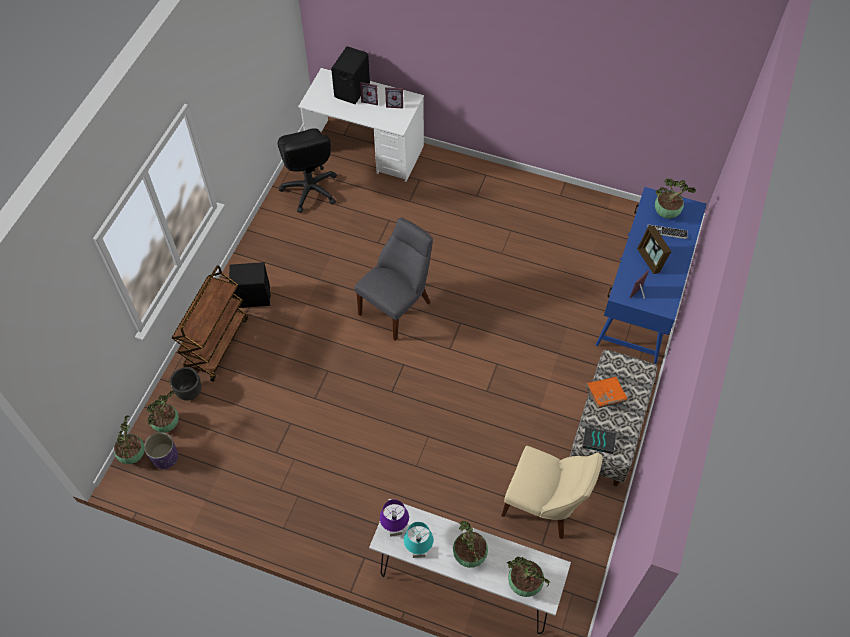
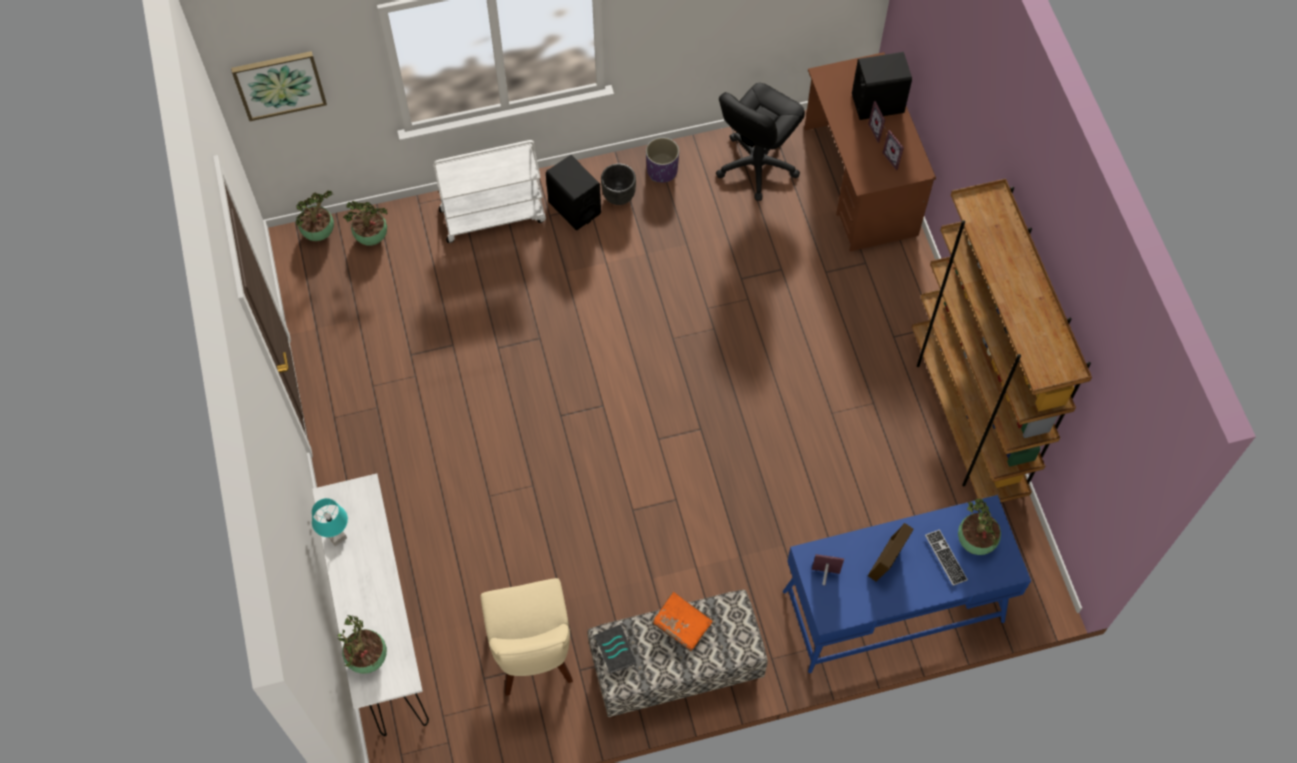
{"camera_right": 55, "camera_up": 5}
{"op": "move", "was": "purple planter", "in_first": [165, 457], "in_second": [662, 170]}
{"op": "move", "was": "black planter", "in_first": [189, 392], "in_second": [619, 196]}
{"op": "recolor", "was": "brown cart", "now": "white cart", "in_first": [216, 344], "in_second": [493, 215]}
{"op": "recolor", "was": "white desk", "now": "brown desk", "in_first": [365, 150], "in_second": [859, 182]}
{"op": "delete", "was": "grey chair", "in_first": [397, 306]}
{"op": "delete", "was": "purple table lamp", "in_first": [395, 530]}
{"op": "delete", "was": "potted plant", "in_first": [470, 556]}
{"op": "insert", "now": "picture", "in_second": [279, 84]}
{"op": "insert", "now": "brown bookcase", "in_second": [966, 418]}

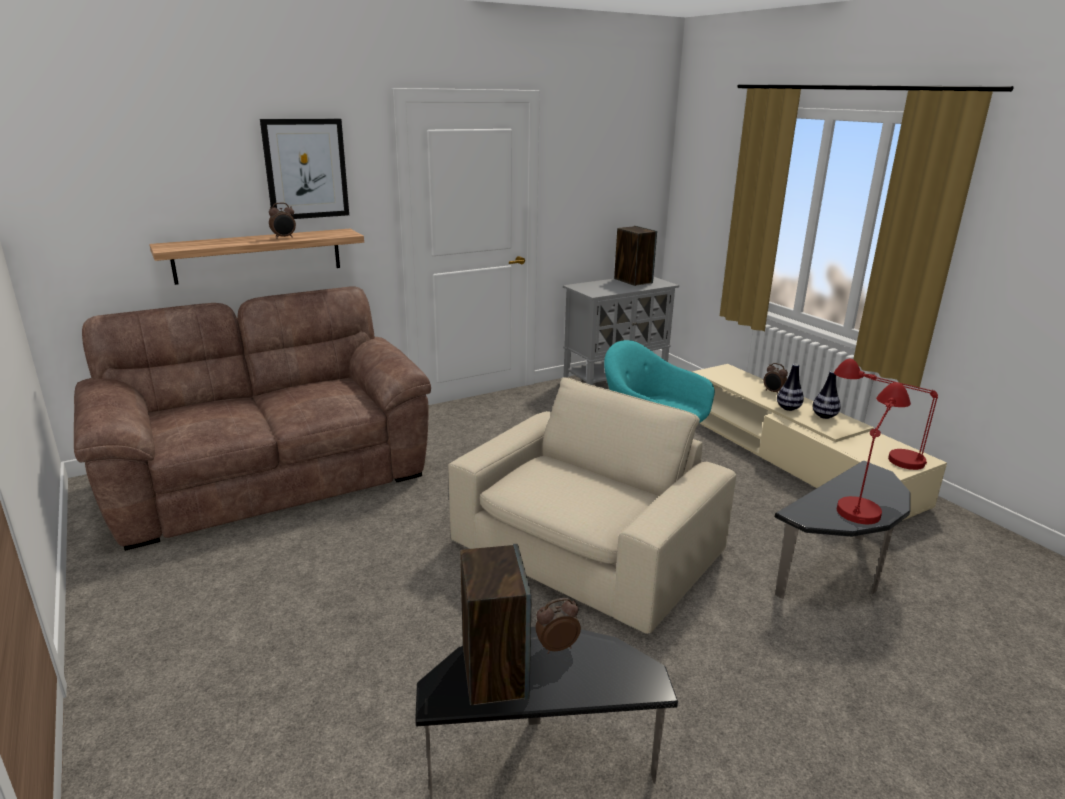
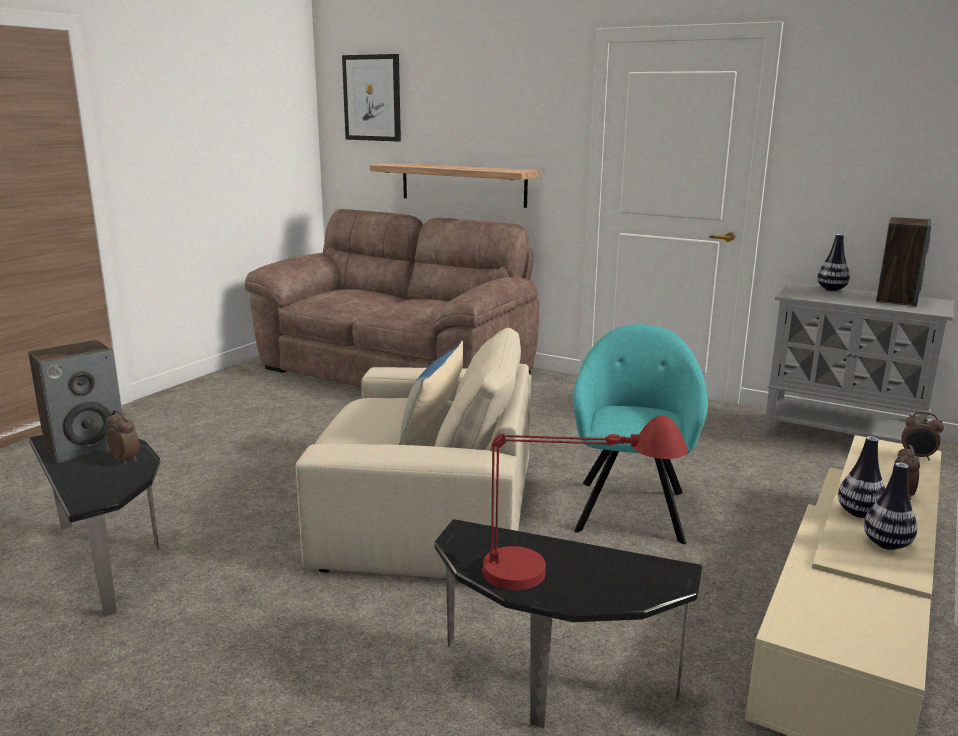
{"camera_right": 60, "camera_up": -5}
{"op": "move", "was": "picture", "in_first": [306, 169], "in_second": [372, 98]}
{"op": "move", "was": "alarm clock", "in_first": [284, 237], "in_second": [917, 457]}
{"op": "delete", "was": "red table lamp", "in_first": [874, 452]}
{"op": "insert", "now": "pillow", "in_second": [433, 421]}
{"op": "insert", "now": "vase", "in_second": [831, 289]}

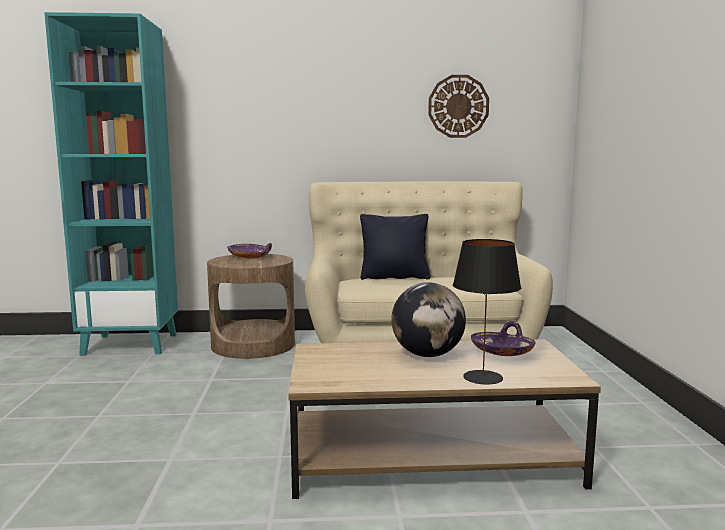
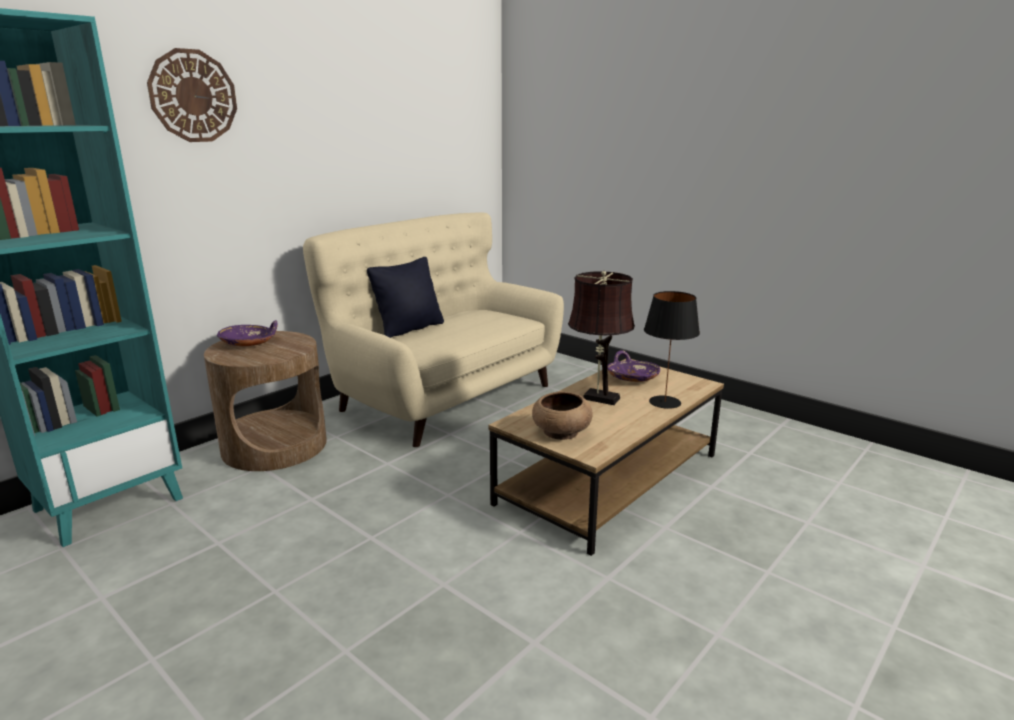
{"camera_right": -45, "camera_up": 10}
{"op": "replace", "was": "globe", "now": "brown table lamp", "in_first": [427, 355], "in_second": [597, 397]}
{"op": "move", "was": "wall clock", "in_first": [458, 106], "in_second": [193, 96]}
{"op": "insert", "now": "brown bowl", "in_second": [561, 433]}

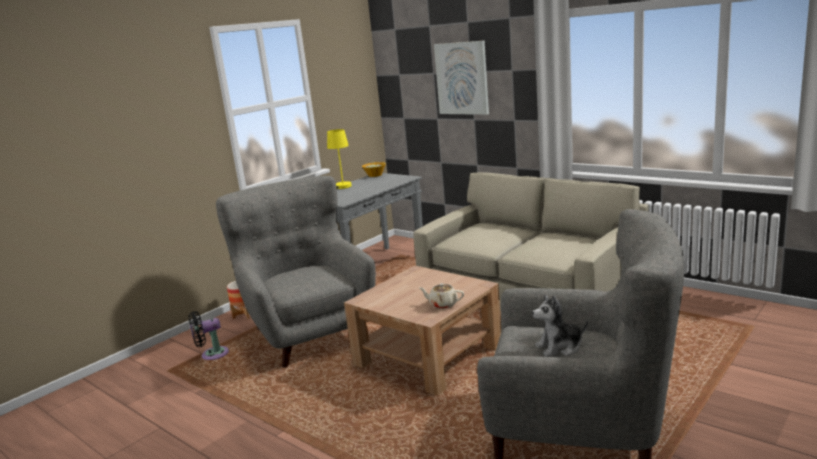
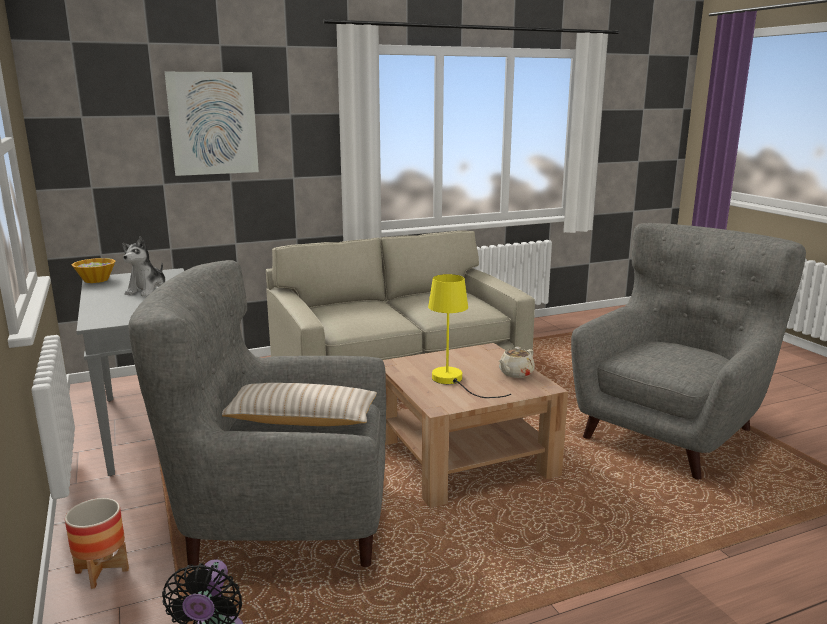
{"camera_right": -65, "camera_up": 0}
{"op": "move", "was": "yellow table lamp", "in_first": [340, 188], "in_second": [453, 381]}
{"op": "move", "was": "plush toy", "in_first": [559, 347], "in_second": [148, 290]}
{"op": "insert", "now": "beige pillow", "in_second": [301, 419]}

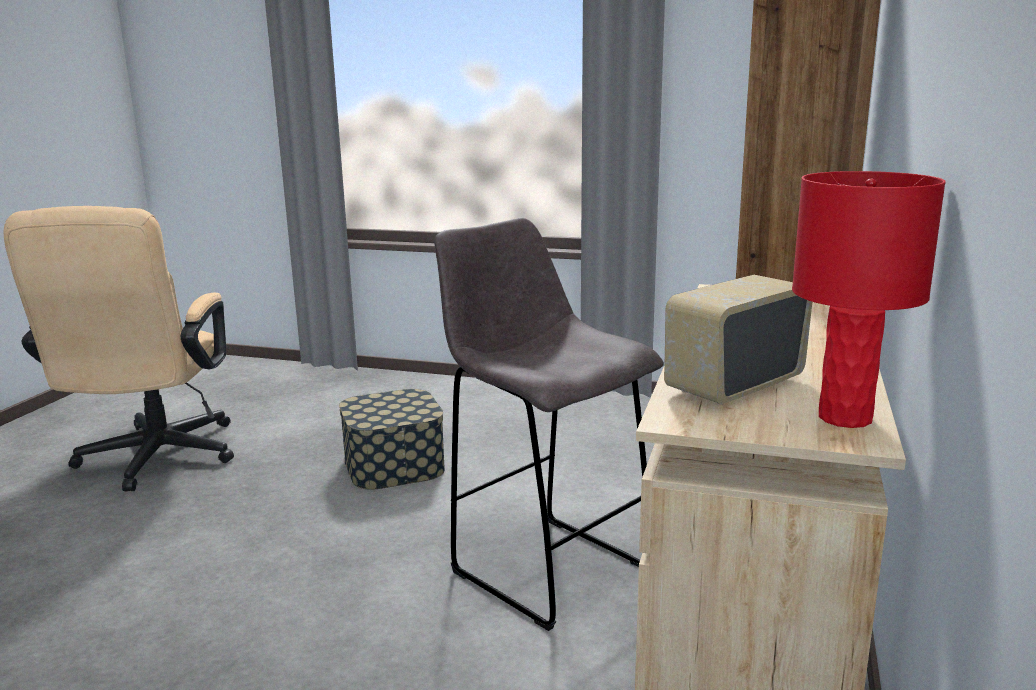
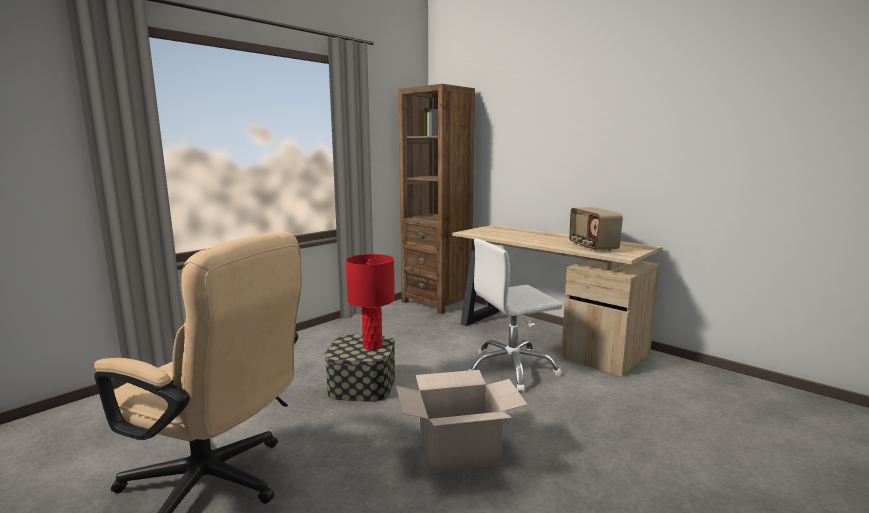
{"camera_right": -65, "camera_up": -5}
{"op": "replace", "was": "grey stool", "now": "white office chair", "in_first": [546, 567], "in_second": [511, 369]}
{"op": "move", "was": "red table lamp", "in_first": [845, 418], "in_second": [373, 346]}
{"op": "insert", "now": "cardboard box", "in_second": [458, 452]}

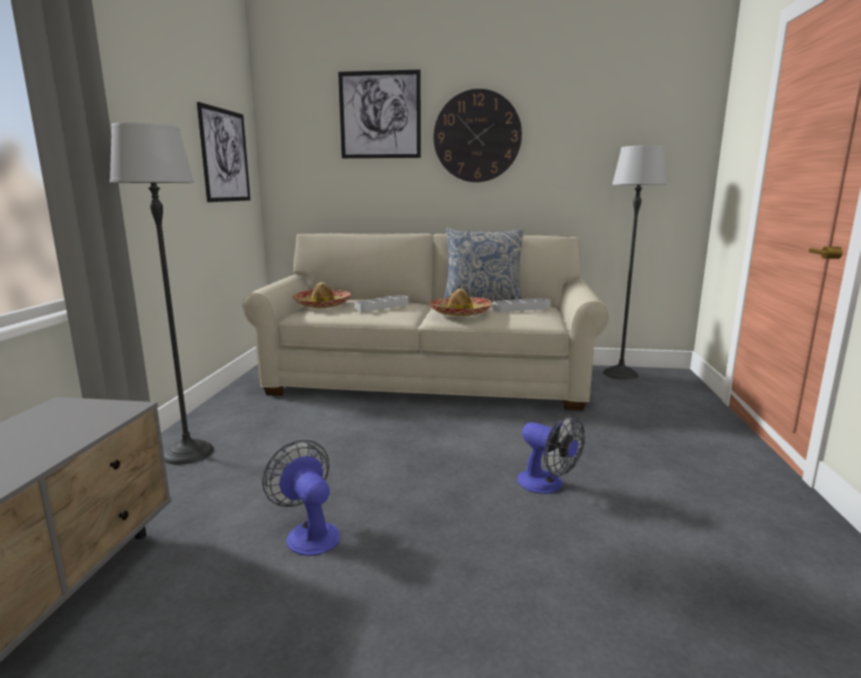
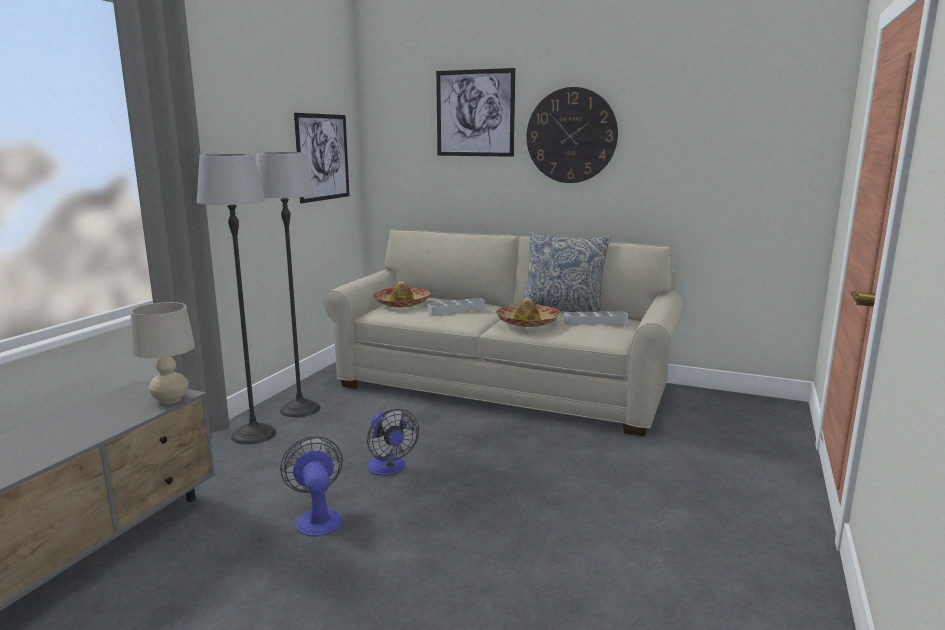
{"camera_right": 15, "camera_up": 0}
{"op": "move", "was": "fan", "in_first": [547, 485], "in_second": [389, 469]}
{"op": "move", "was": "floor lamp", "in_first": [620, 374], "in_second": [300, 409]}
{"op": "insert", "now": "beige table lamp", "in_second": [170, 400]}

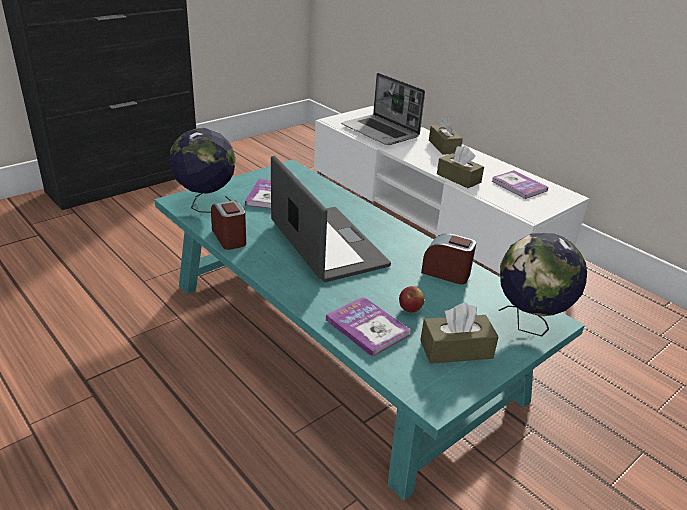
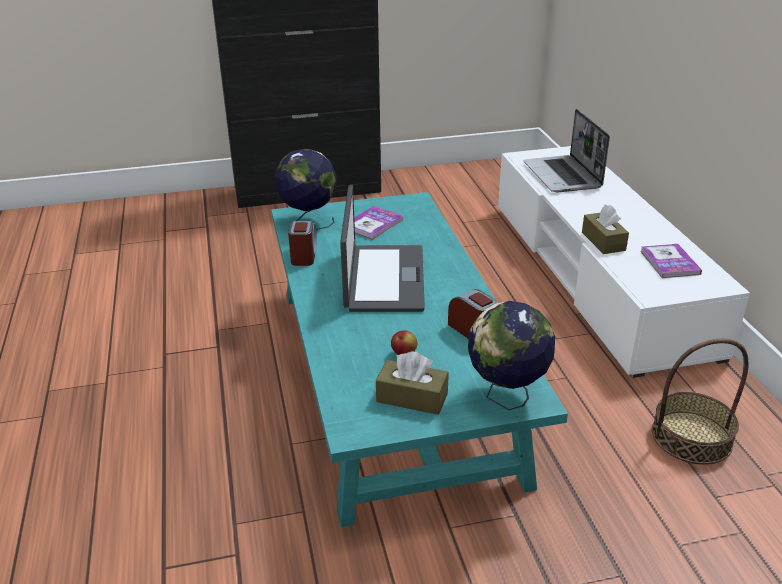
{"camera_right": 30, "camera_up": 0}
{"op": "delete", "was": "book", "in_first": [367, 327]}
{"op": "delete", "was": "brown tissue box", "in_first": [444, 146]}
{"op": "insert", "now": "basket", "in_second": [691, 437]}

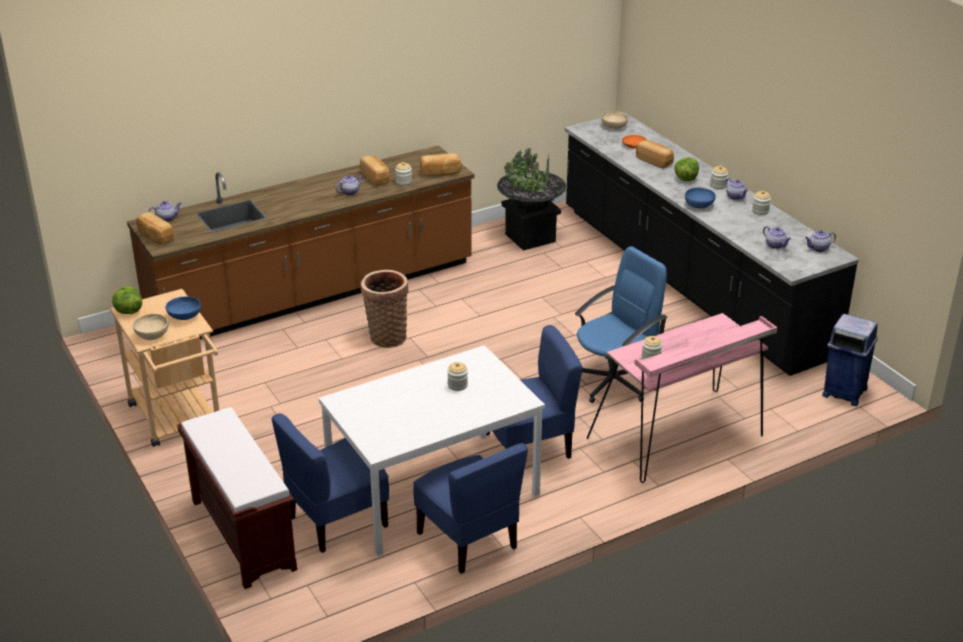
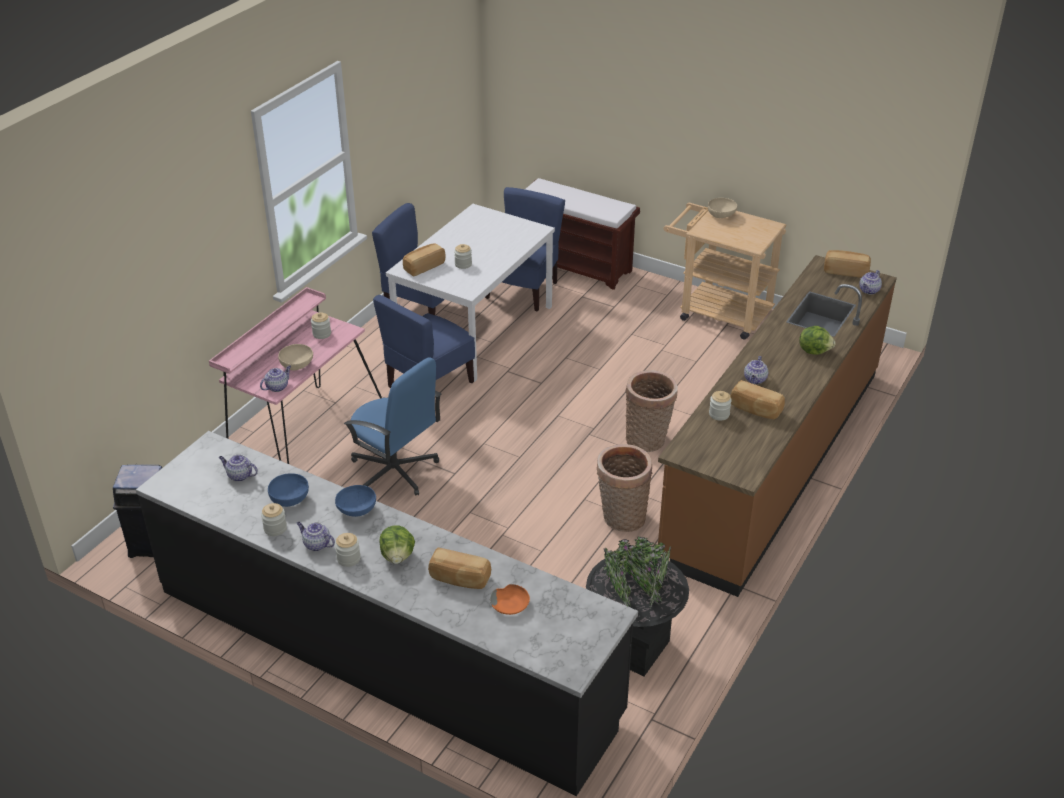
{"camera_right": 150, "camera_up": 5}
{"op": "move", "was": "lettuce", "in_first": [128, 311], "in_second": [814, 351]}
{"op": "move", "was": "blue bowl", "in_first": [184, 317], "in_second": [290, 498]}
{"op": "move", "was": "bread", "in_first": [441, 173], "in_second": [423, 267]}
{"op": "rotate", "was": "blue office chair", "in_first": [614, 381], "in_second": [395, 471], "clockwise": -75}
{"op": "move", "was": "beige bowl", "in_first": [613, 126], "in_second": [297, 365]}
{"op": "move", "was": "teapot", "in_first": [818, 248], "in_second": [277, 387]}
{"op": "insert", "now": "basket", "in_second": [621, 518]}

